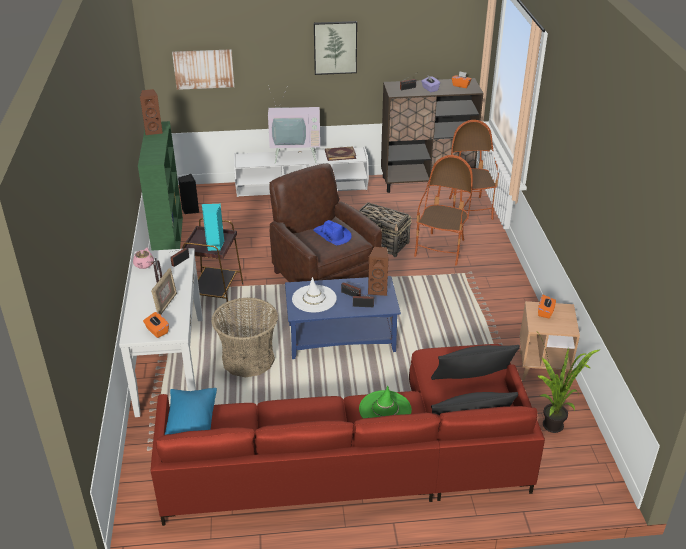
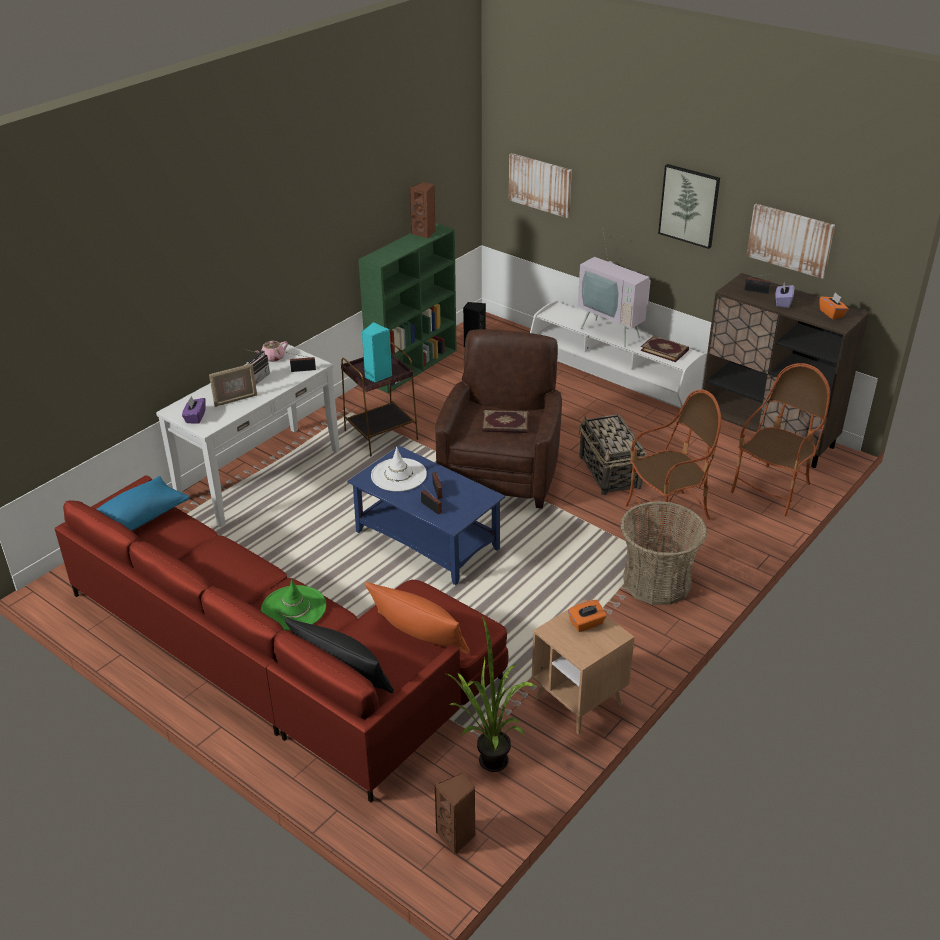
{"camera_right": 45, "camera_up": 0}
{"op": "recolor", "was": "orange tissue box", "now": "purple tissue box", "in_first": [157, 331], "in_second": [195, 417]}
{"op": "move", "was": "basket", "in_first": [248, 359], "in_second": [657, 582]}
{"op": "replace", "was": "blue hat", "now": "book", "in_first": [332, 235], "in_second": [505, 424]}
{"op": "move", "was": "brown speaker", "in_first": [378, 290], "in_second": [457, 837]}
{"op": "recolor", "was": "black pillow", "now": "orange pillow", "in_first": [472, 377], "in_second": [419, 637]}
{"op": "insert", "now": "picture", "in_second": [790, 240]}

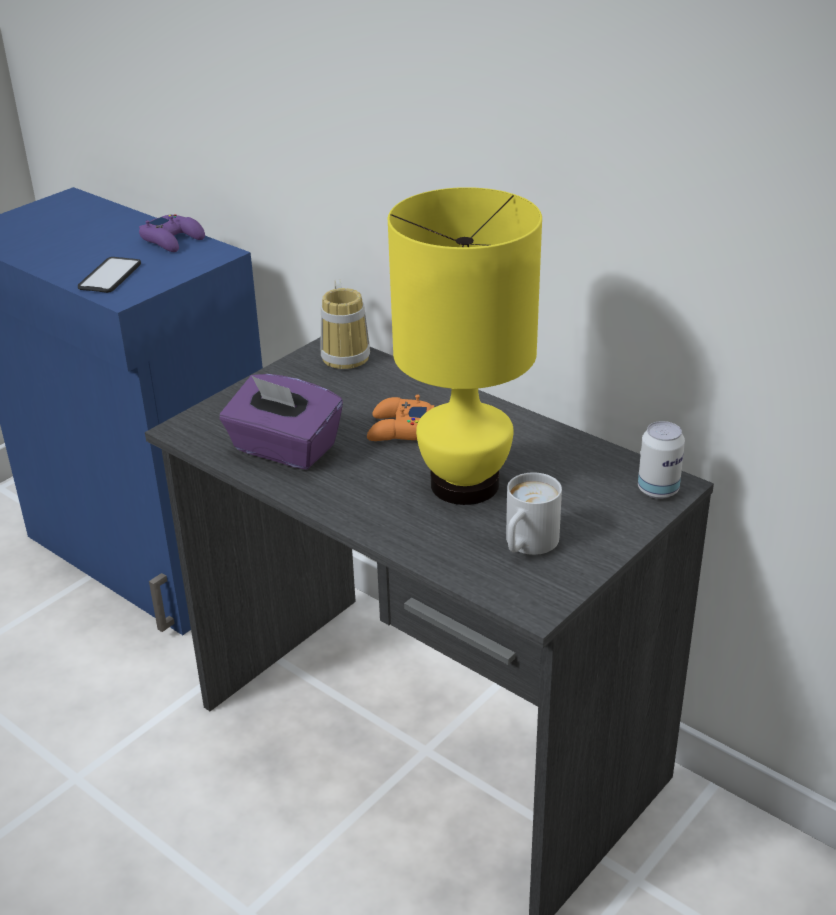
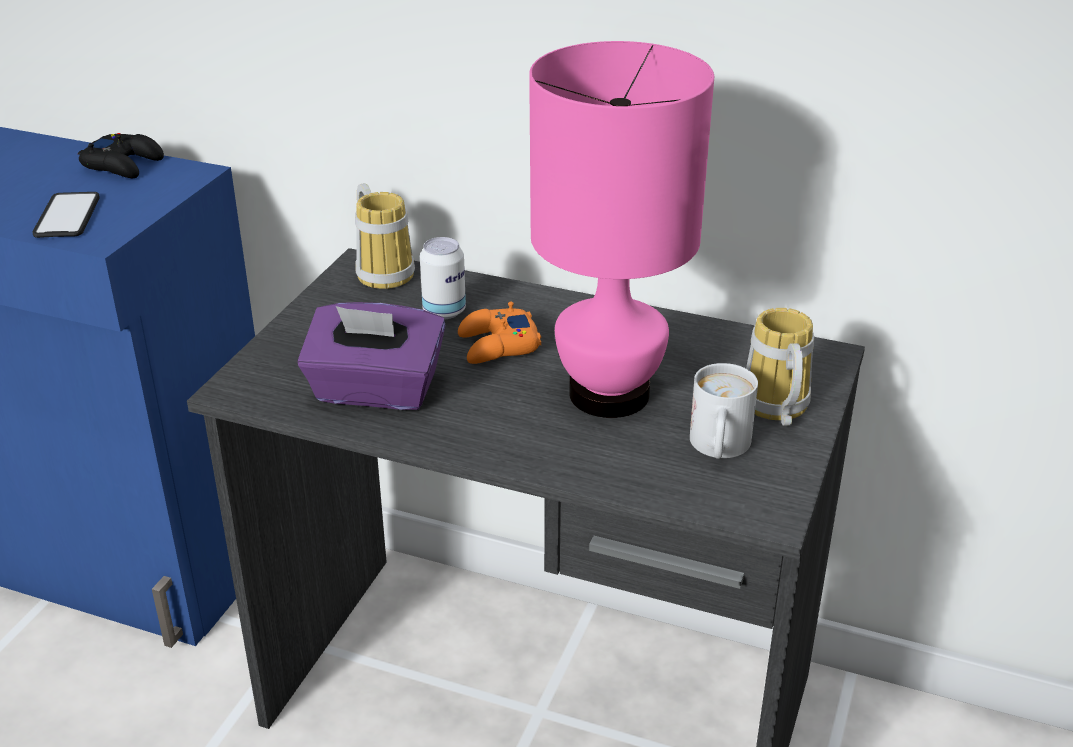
{"camera_right": -20, "camera_up": 0}
{"op": "recolor", "was": "purple game controller", "now": "black game controller", "in_first": [173, 240], "in_second": [123, 164]}
{"op": "recolor", "was": "yellow table lamp", "now": "pink table lamp", "in_first": [463, 483], "in_second": [607, 393]}
{"op": "move", "was": "can", "in_first": [658, 490], "in_second": [444, 311]}
{"op": "insert", "now": "mug", "in_second": [773, 409]}

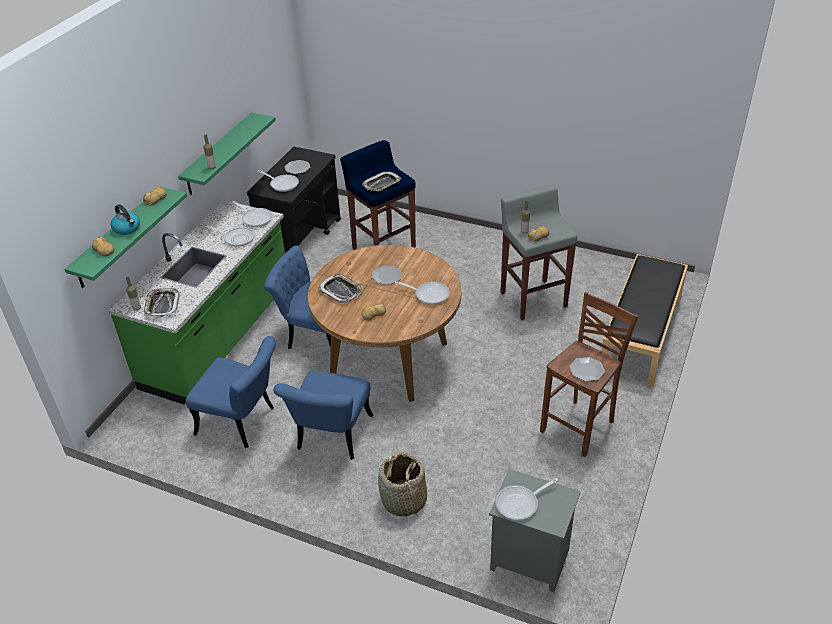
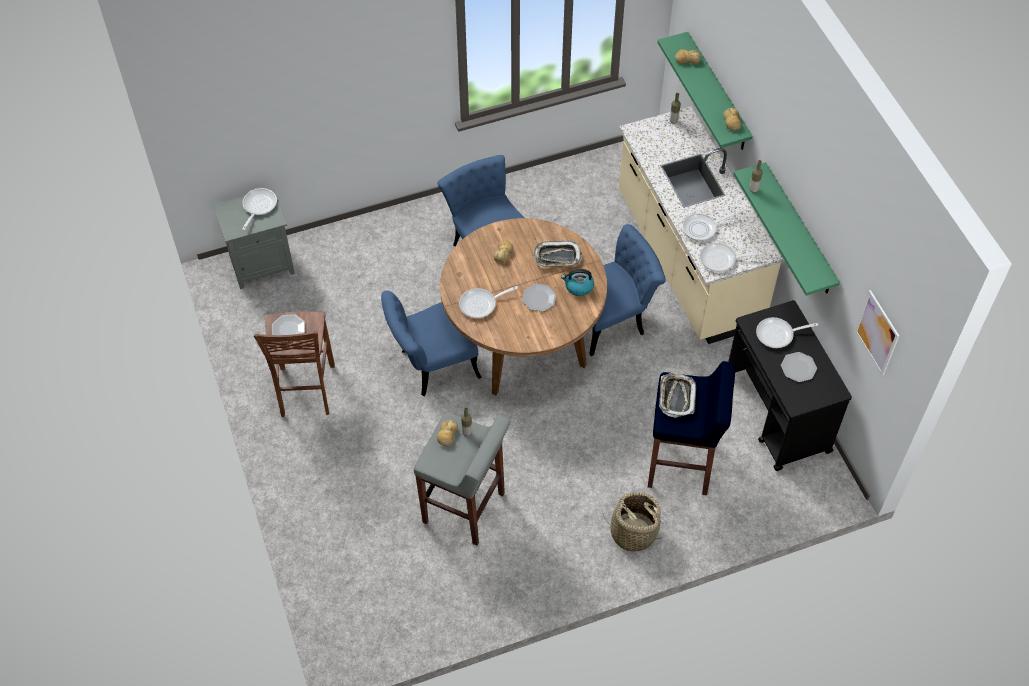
{"camera_right": 135, "camera_up": 15}
{"op": "recolor", "was": "green counter", "now": "beige counter", "in_first": [219, 337], "in_second": [686, 260]}
{"op": "move", "was": "kettle", "in_first": [127, 228], "in_second": [578, 287]}
{"op": "delete", "was": "tray", "in_first": [162, 305]}
{"op": "move", "was": "blue chair", "in_first": [243, 422], "in_second": [432, 366]}
{"op": "move", "was": "basket", "in_first": [404, 501], "in_second": [633, 532]}
{"op": "delete", "was": "black bench", "in_first": [641, 334]}
{"op": "insert", "now": "picture", "in_second": [877, 332]}

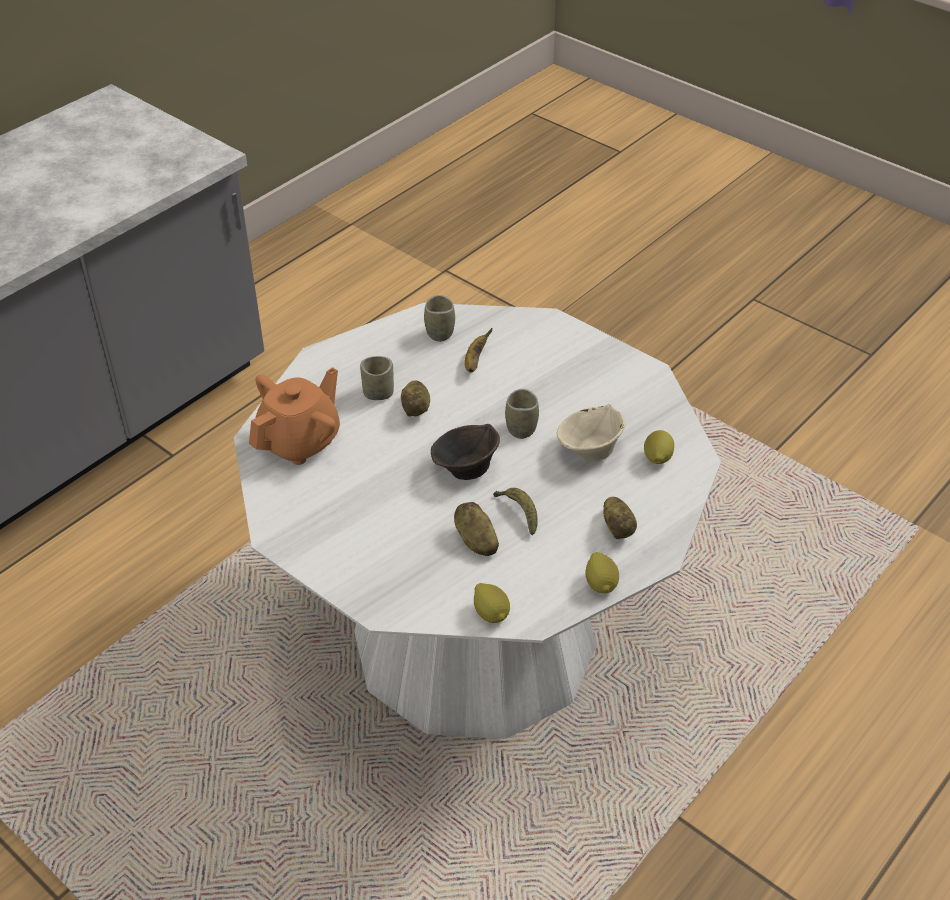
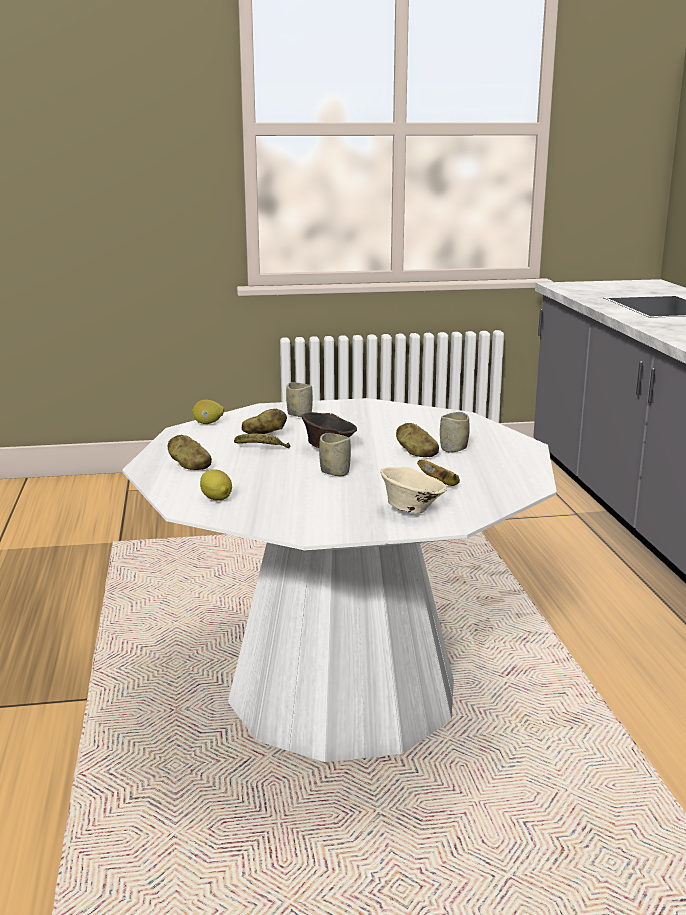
{"camera_right": 130, "camera_up": -25}
{"op": "delete", "was": "orange teapot", "in_first": [300, 441]}
{"op": "move", "was": "cup", "in_first": [440, 333], "in_second": [299, 415]}
{"op": "move", "was": "beige bowl", "in_first": [589, 451], "in_second": [411, 510]}
{"op": "delete", "was": "lemon", "in_first": [601, 584]}

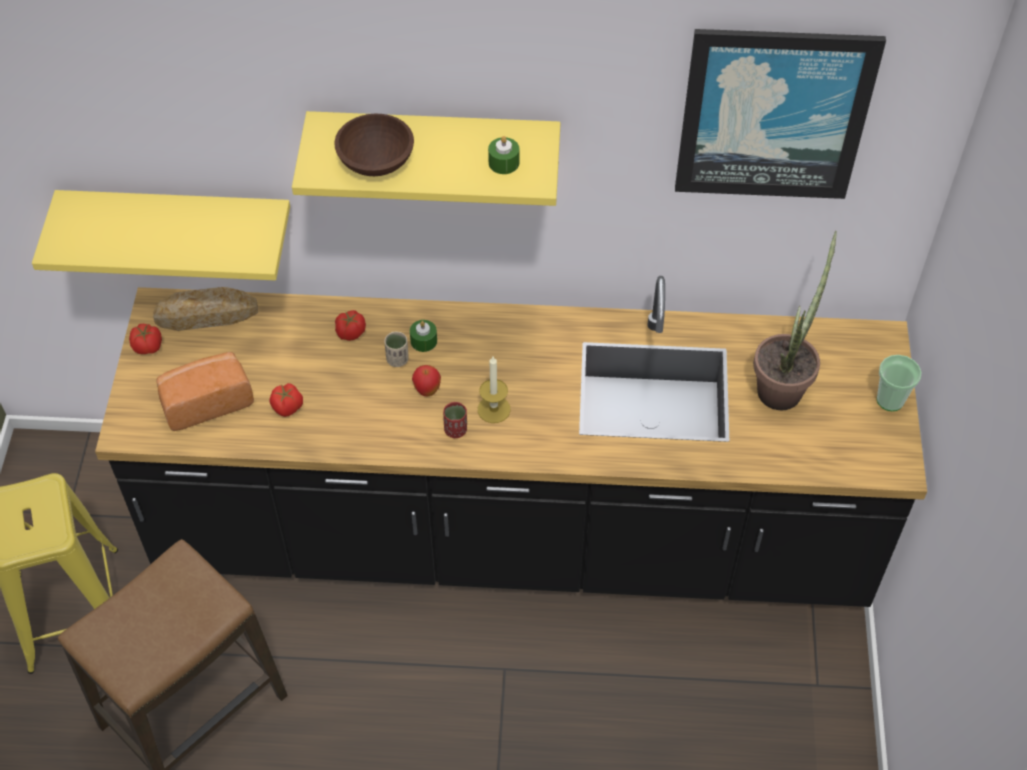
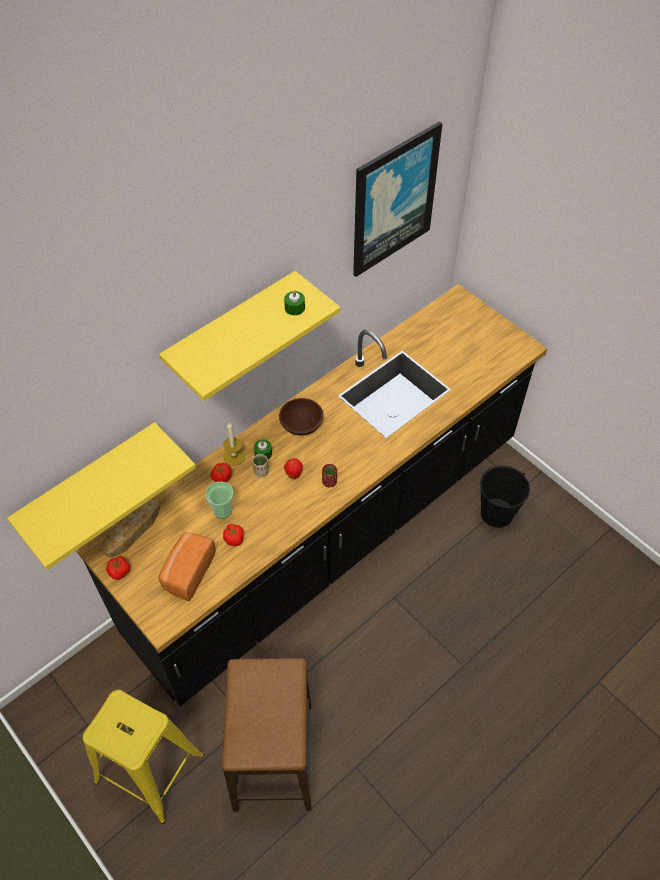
{"camera_right": -45, "camera_up": 0}
{"op": "move", "was": "brown bowl", "in_first": [374, 161], "in_second": [301, 425]}
{"op": "move", "was": "candle", "in_first": [494, 409], "in_second": [234, 457]}
{"op": "delete", "was": "potted plant", "in_first": [783, 385]}
{"op": "move", "was": "cup", "in_first": [890, 400], "in_second": [222, 510]}
{"op": "insert", "now": "black bucket", "in_second": [497, 513]}

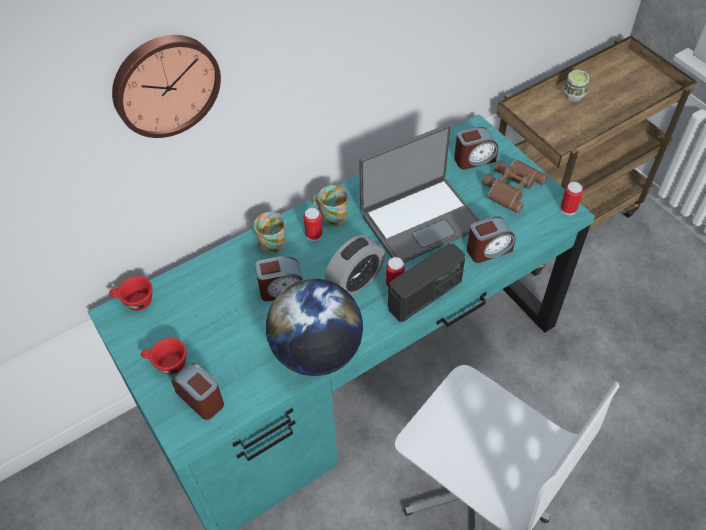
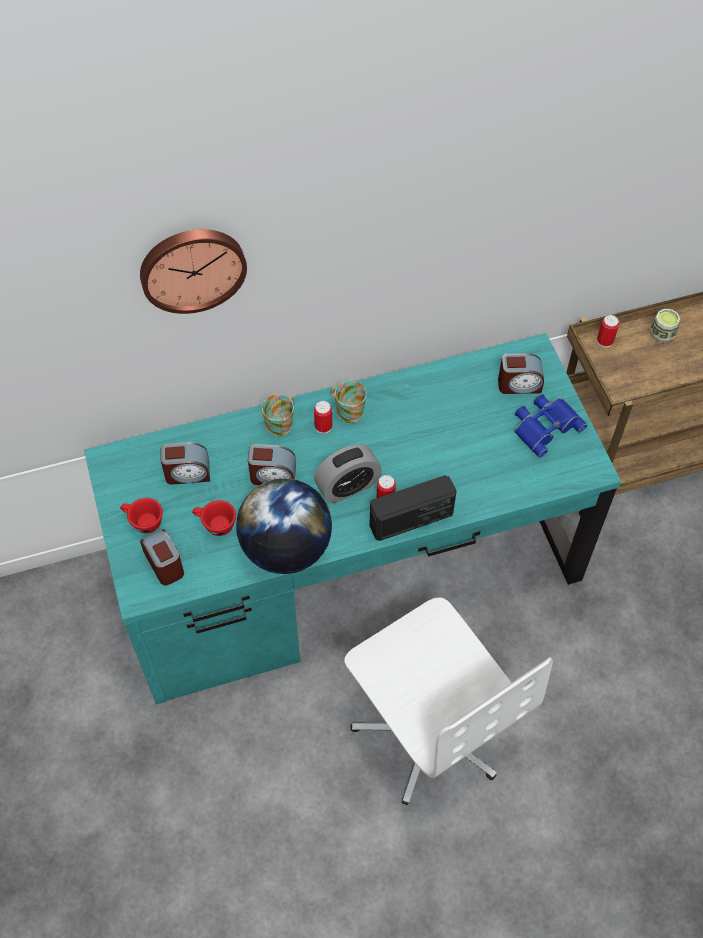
{"camera_right": 15, "camera_up": 5}
{"op": "move", "was": "red cup", "in_first": [134, 302], "in_second": [215, 525]}
{"op": "delete", "was": "laptop", "in_first": [419, 219]}
{"op": "move", "was": "alarm clock", "in_first": [488, 250], "in_second": [187, 473]}
{"op": "recolor", "was": "brown binoculars", "now": "blue binoculars", "in_first": [510, 187], "in_second": [545, 426]}
{"op": "move", "was": "can", "in_first": [568, 209], "in_second": [605, 341]}

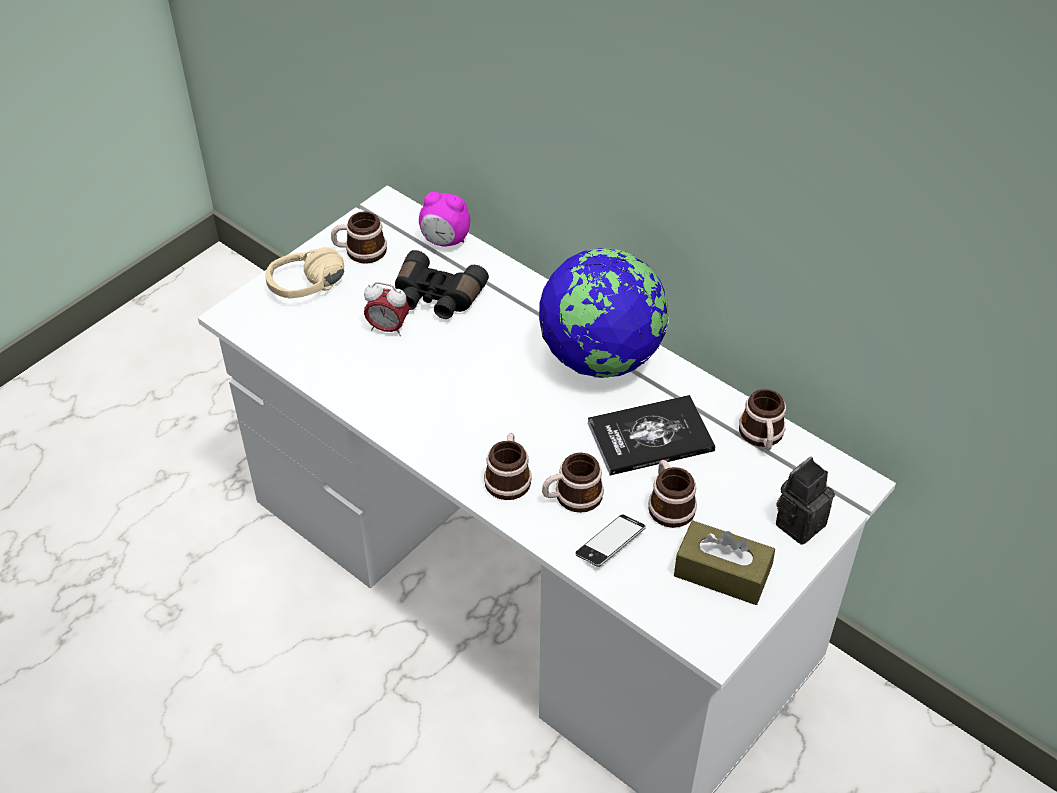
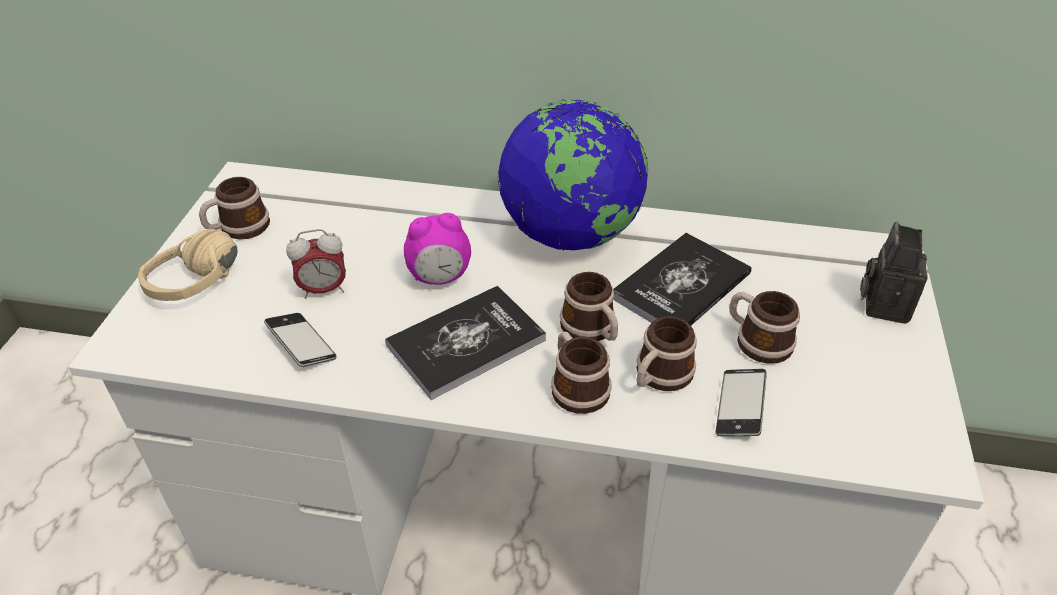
{"camera_right": -30, "camera_up": -5}
{"op": "delete", "was": "black binoculars", "in_first": [436, 298]}
{"op": "move", "was": "alarm clock", "in_first": [445, 241], "in_second": [440, 277]}
{"op": "delete", "was": "brown tissue box", "in_first": [722, 573]}
{"op": "move", "was": "mug", "in_first": [762, 436], "in_second": [592, 330]}
{"op": "insert", "now": "phone", "in_second": [301, 344]}
{"op": "insert", "now": "book", "in_second": [466, 342]}

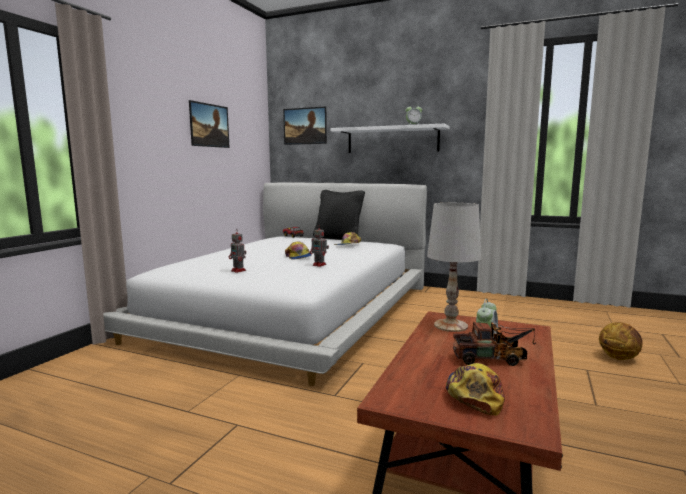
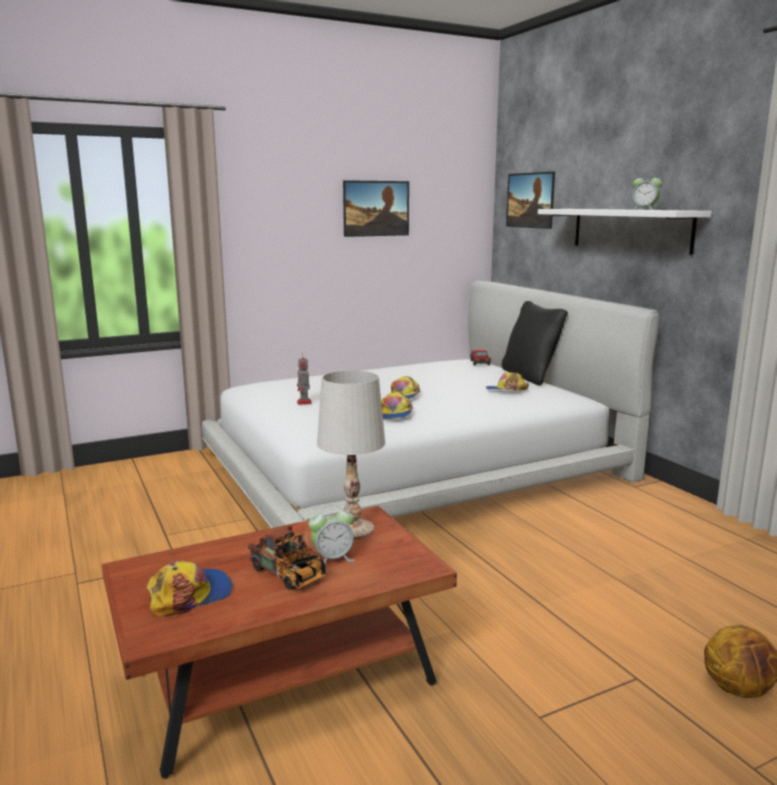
{"camera_right": 40, "camera_up": 5}
{"op": "replace", "was": "toy robot", "now": "cap", "in_first": [320, 265], "in_second": [395, 414]}

